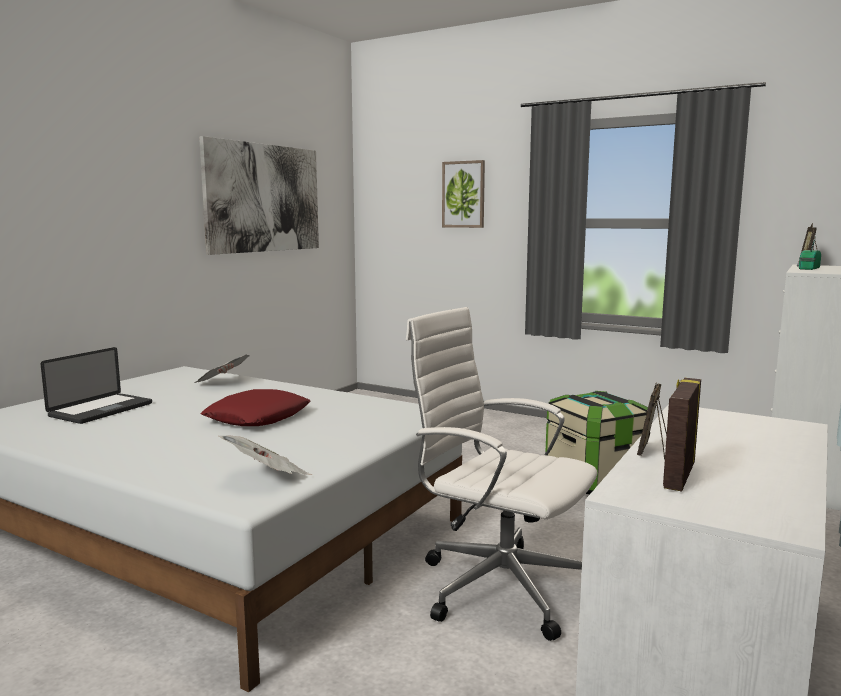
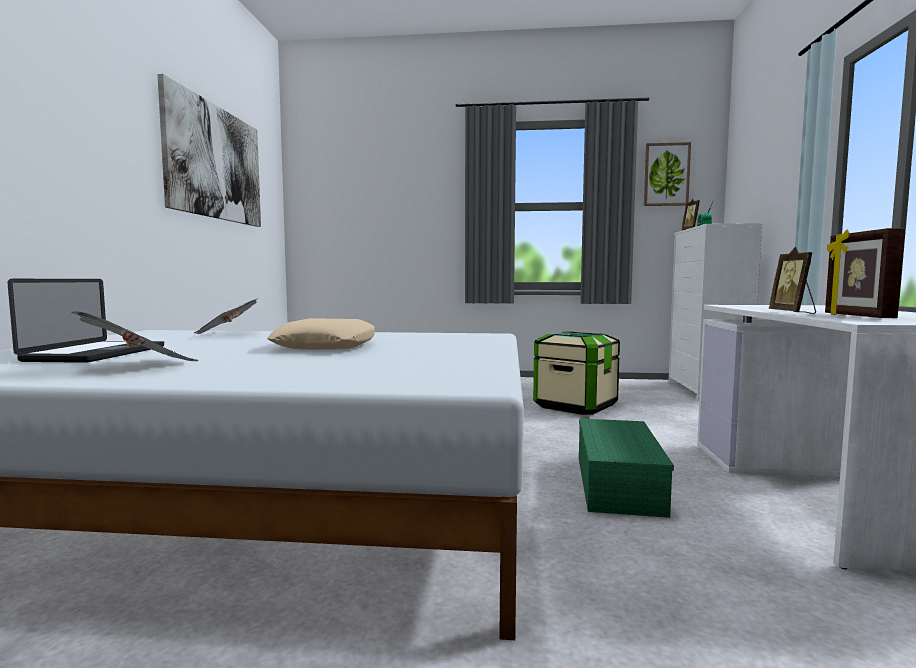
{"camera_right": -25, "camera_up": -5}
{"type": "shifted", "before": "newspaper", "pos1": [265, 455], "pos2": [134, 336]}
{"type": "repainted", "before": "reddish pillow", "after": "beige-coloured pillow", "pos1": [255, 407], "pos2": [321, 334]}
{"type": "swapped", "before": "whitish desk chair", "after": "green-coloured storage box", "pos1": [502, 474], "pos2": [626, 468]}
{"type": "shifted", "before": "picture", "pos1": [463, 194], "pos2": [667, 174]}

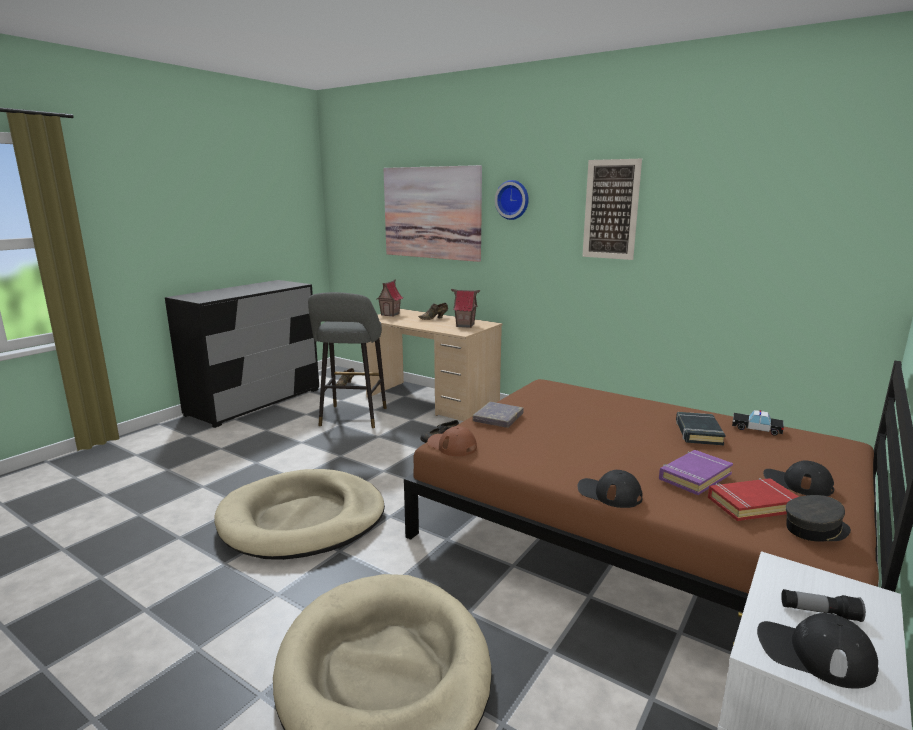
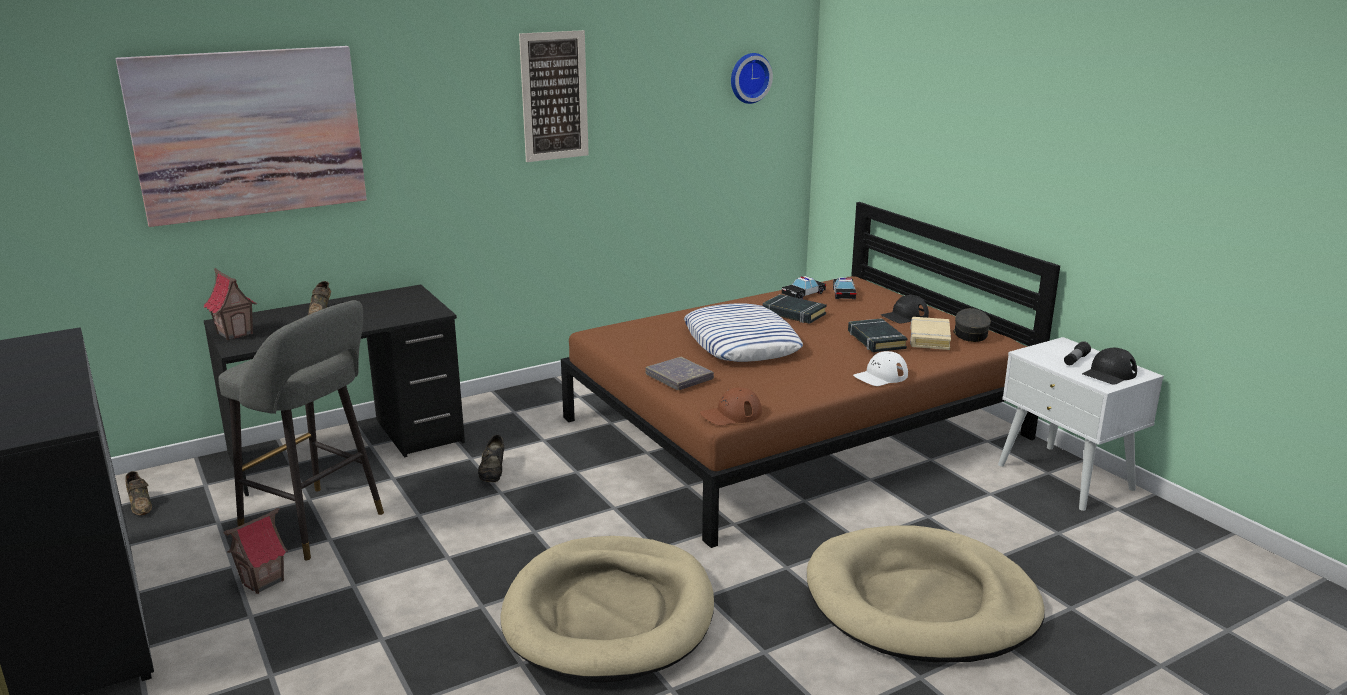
{"camera_right": -65, "camera_up": 5}
{"type": "repainted", "before": "beige-coloured desk table", "after": "blackish desk table", "pos1": [434, 365], "pos2": [334, 390]}
{"type": "shifted", "before": "toy house", "pos1": [465, 308], "pos2": [255, 551]}
{"type": "new", "after": "pillow", "pos2": [743, 332]}
{"type": "shifted", "before": "hanging clock", "pos1": [512, 200], "pos2": [752, 78]}
{"type": "new", "after": "miniature car", "pos2": [844, 288]}
{"type": "repainted", "before": "purple volume", "after": "blackish volume", "pos1": [696, 472], "pos2": [878, 335]}
{"type": "repainted", "before": "blackish peaked cap", "after": "whitish peaked cap", "pos1": [610, 489], "pos2": [880, 368]}
{"type": "repainted", "before": "reddish volume", "after": "beige-coloured volume", "pos1": [753, 499], "pos2": [930, 333]}

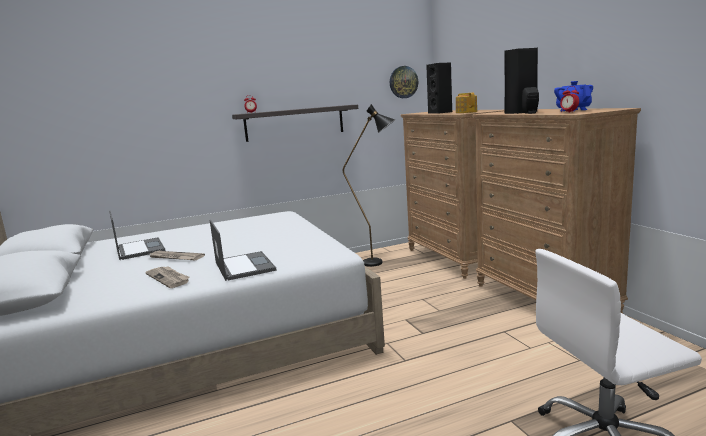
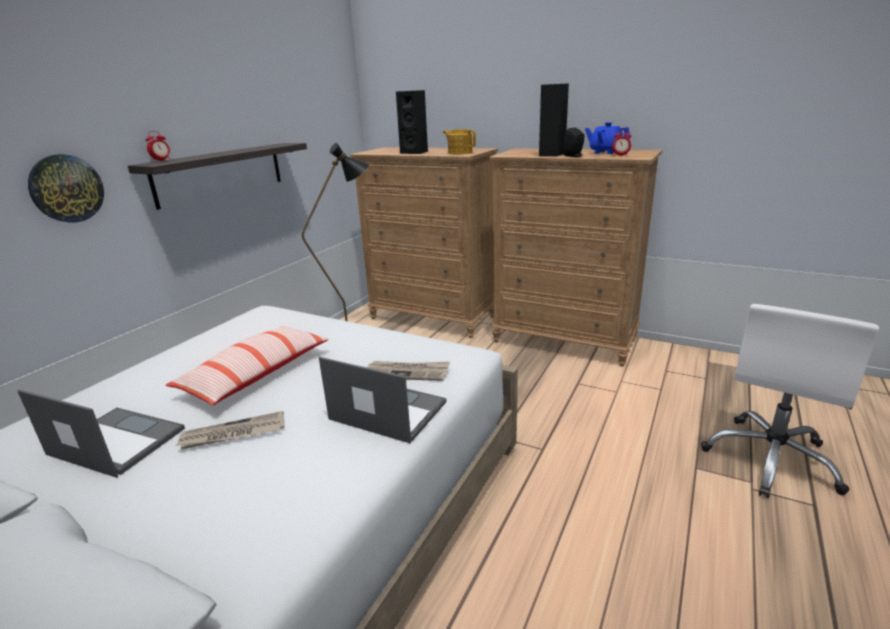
{"camera_right": -40, "camera_up": 10}
{"type": "shifted", "before": "hanging clock", "pos1": [404, 82], "pos2": [66, 188]}
{"type": "new", "after": "pillow", "pos2": [247, 365]}
{"type": "shifted", "before": "newspaper", "pos1": [168, 277], "pos2": [408, 371]}

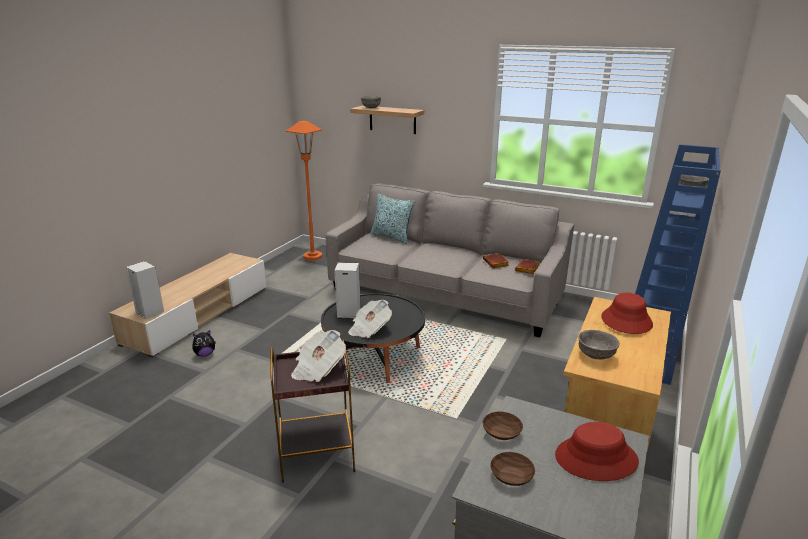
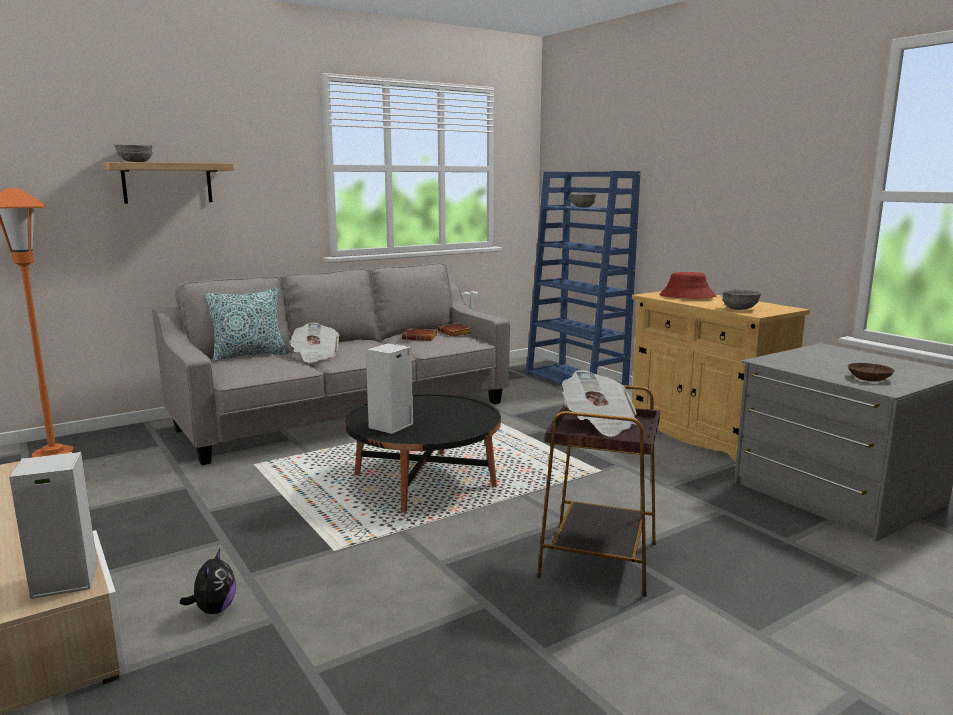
{"camera_right": -60, "camera_up": -10}
{"type": "shifted", "before": "newspaper", "pos1": [370, 319], "pos2": [314, 343]}
{"type": "gone", "before": "brownish serving bowl", "pos1": [503, 426]}
{"type": "gone", "before": "reddish hat", "pos1": [597, 451]}

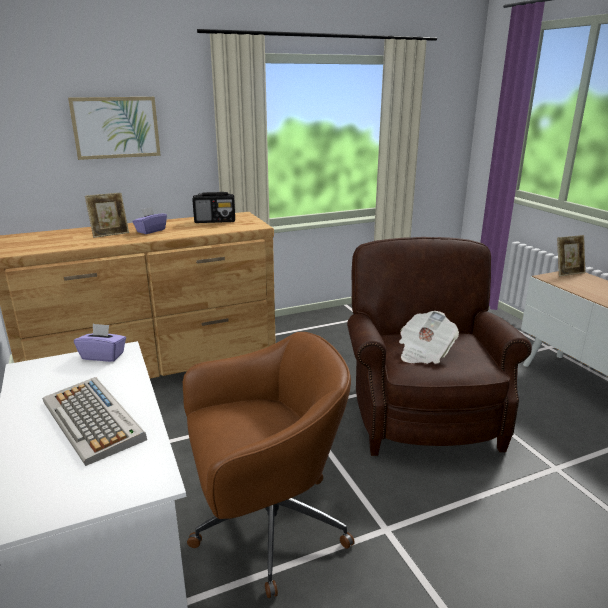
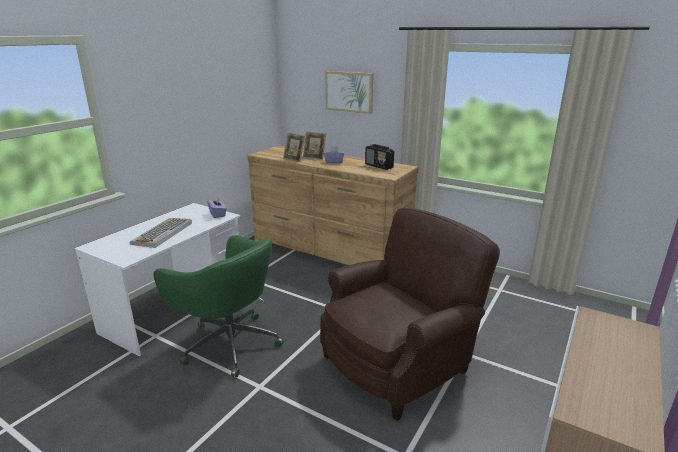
{"camera_right": 55, "camera_up": 0}
{"type": "repainted", "before": "brownish desk chair", "after": "green-coloured desk chair", "pos1": [269, 465], "pos2": [218, 306]}
{"type": "shifted", "before": "photo frame", "pos1": [571, 255], "pos2": [294, 147]}
{"type": "gone", "before": "newspaper", "pos1": [429, 337]}

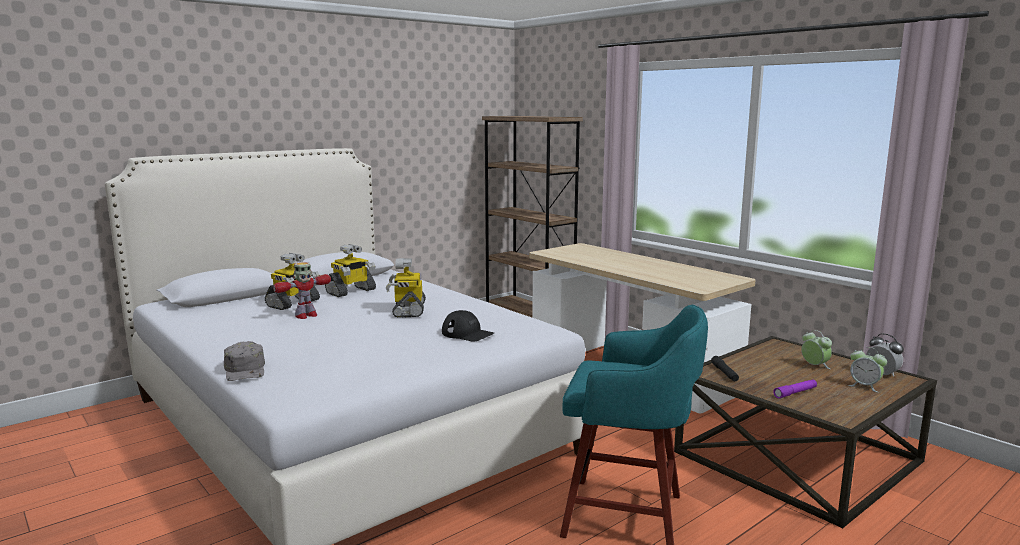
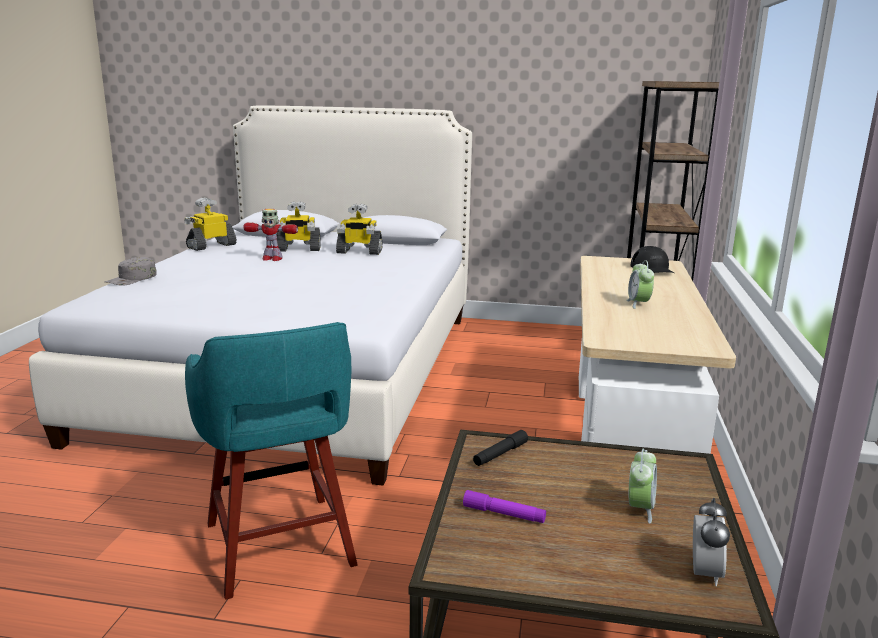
{"camera_right": 50, "camera_up": 5}
{"type": "shifted", "before": "toy robot", "pos1": [406, 288], "pos2": [210, 224]}
{"type": "shifted", "before": "table clock", "pos1": [867, 369], "pos2": [640, 284]}
{"type": "shifted", "before": "blackish peaked cap", "pos1": [468, 326], "pos2": [652, 259]}

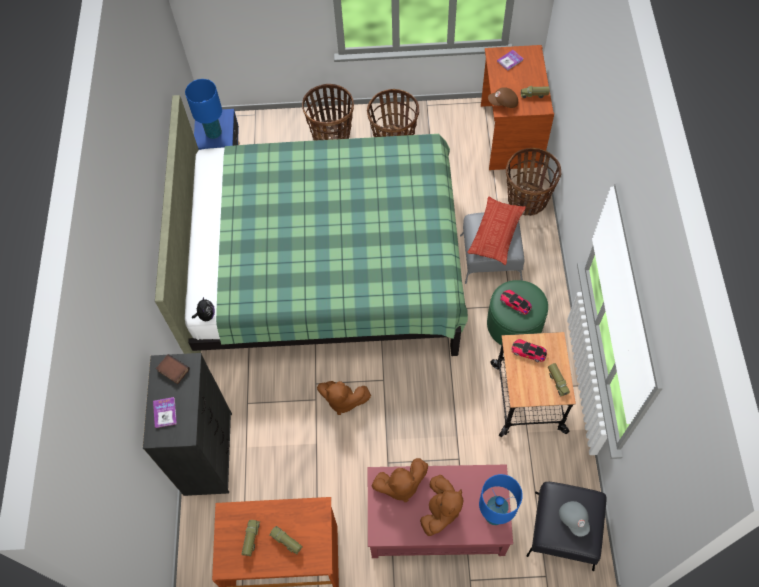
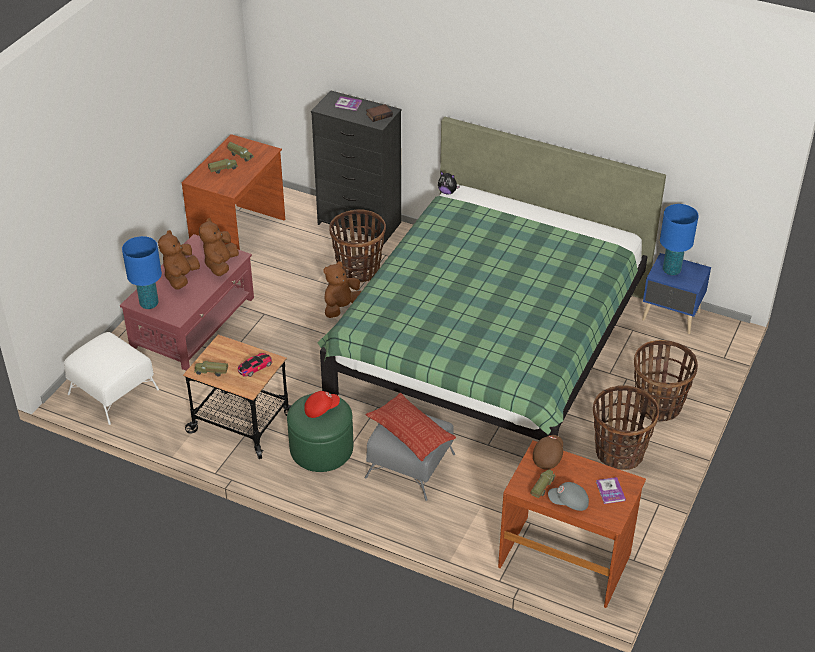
{"camera_right": 115, "camera_up": -20}
{"type": "repainted", "before": "blackish footrest", "after": "whitish footrest", "pos1": [566, 526], "pos2": [111, 378]}
{"type": "rotated", "before": "brownish plush toy", "pos1": [442, 505], "pos2": [179, 259], "turn": 60}
{"type": "swapped", "before": "miniature car", "after": "reddish peaked cap", "pos1": [516, 302], "pos2": [322, 404]}
{"type": "shifted", "before": "storage basket", "pos1": [533, 182], "pos2": [357, 245]}
{"type": "shifted", "before": "grey peaked cap", "pos1": [574, 518], "pos2": [568, 496]}

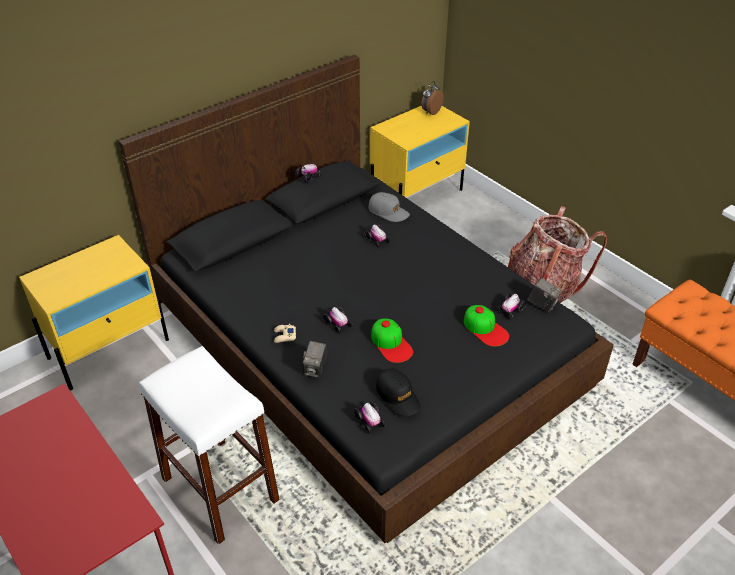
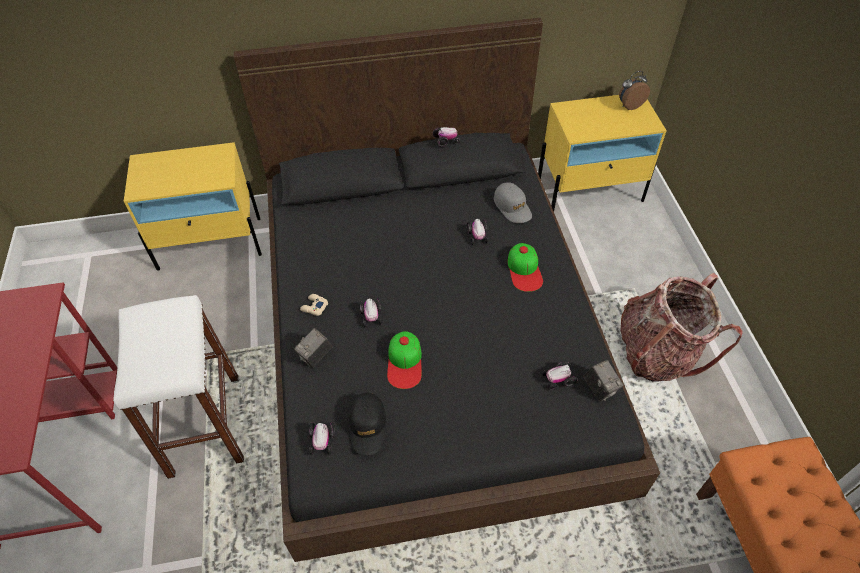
{"camera_right": 30, "camera_up": 10}
{"type": "shifted", "before": "peaked cap", "pos1": [486, 326], "pos2": [525, 267]}

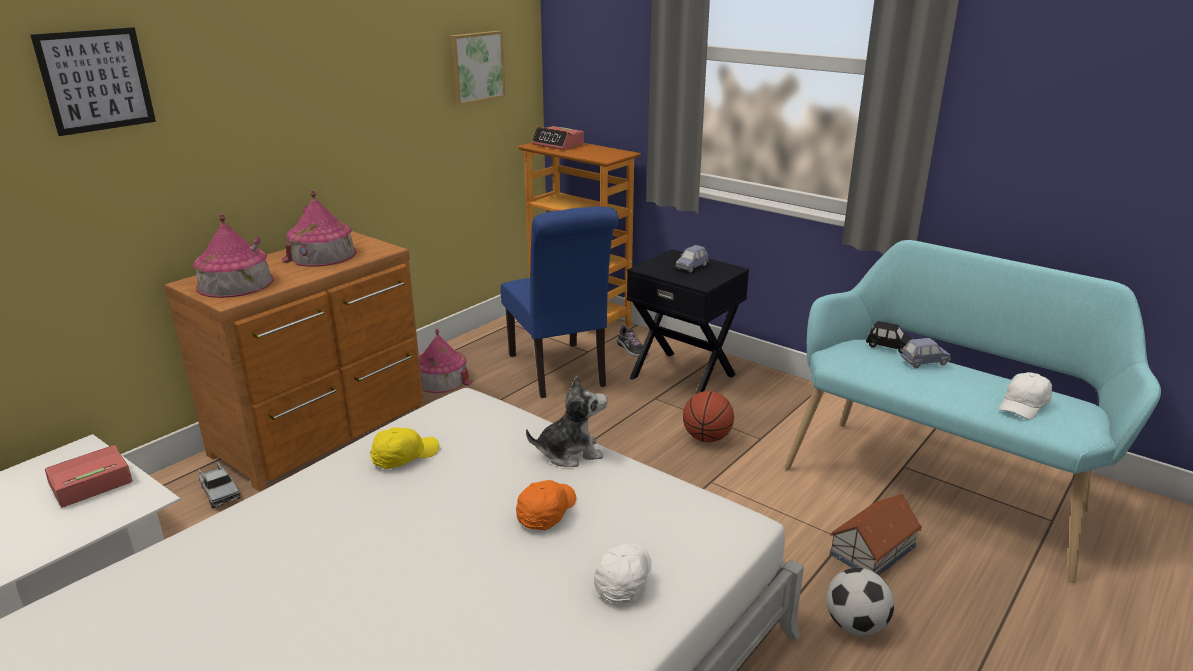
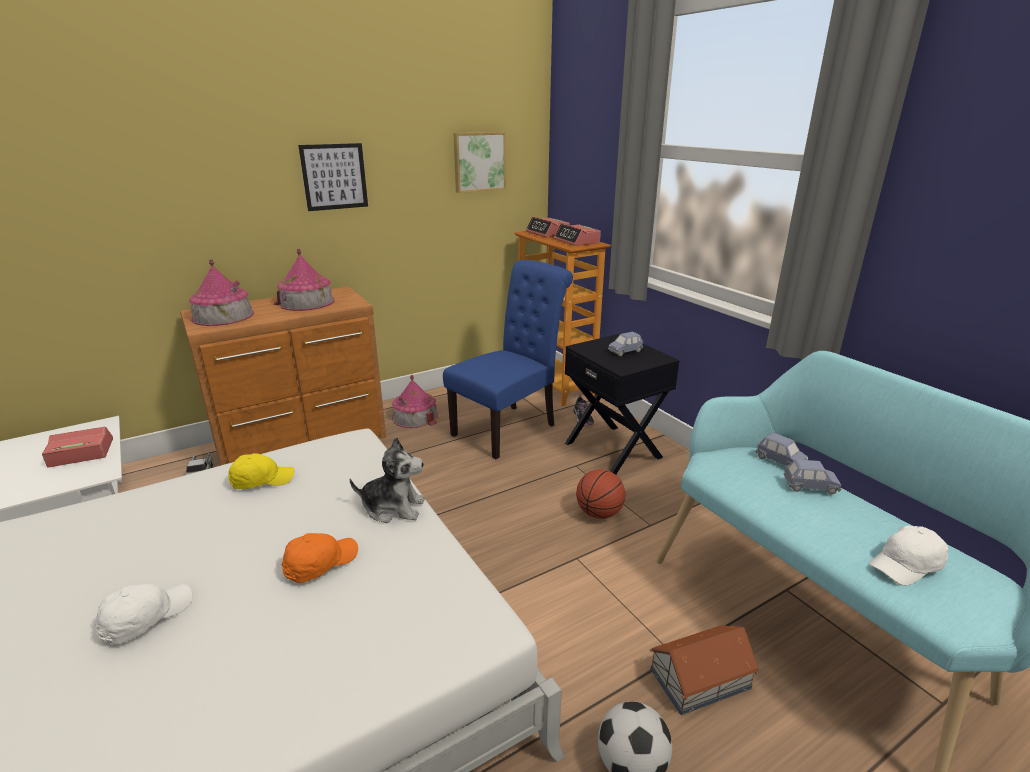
{"camera_right": 20, "camera_up": 0}
{"type": "shifted", "before": "whitish peaked cap", "pos1": [622, 573], "pos2": [143, 614]}
{"type": "shifted", "before": "picture", "pos1": [93, 81], "pos2": [333, 177]}
{"type": "rotated", "before": "bluish chair", "pos1": [559, 302], "pos2": [508, 359], "turn": -135}
{"type": "new", "after": "table clock", "pos2": [577, 234]}
{"type": "repainted", "before": "blackish miniature car", "after": "bluish miniature car", "pos1": [889, 337], "pos2": [781, 449]}

